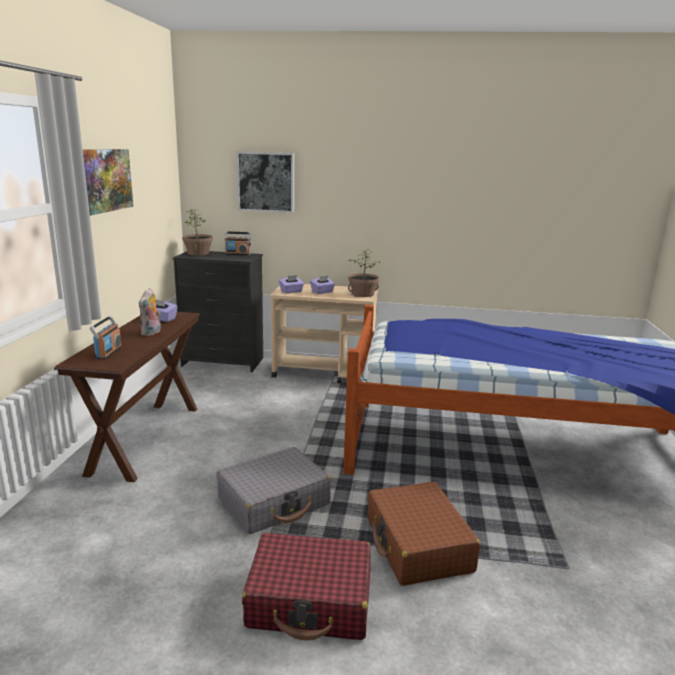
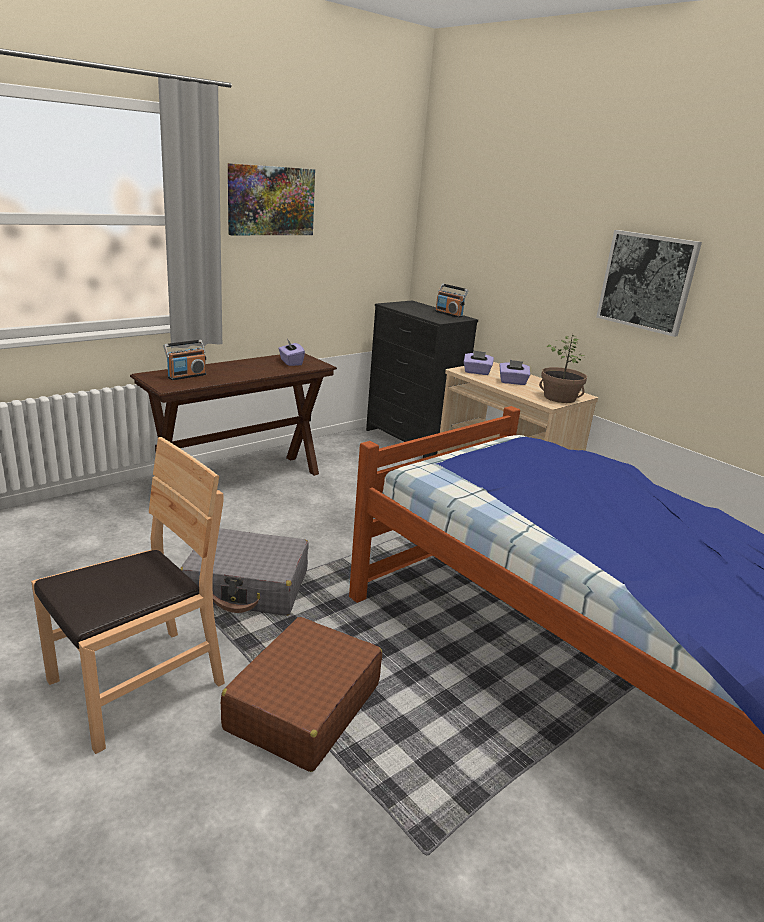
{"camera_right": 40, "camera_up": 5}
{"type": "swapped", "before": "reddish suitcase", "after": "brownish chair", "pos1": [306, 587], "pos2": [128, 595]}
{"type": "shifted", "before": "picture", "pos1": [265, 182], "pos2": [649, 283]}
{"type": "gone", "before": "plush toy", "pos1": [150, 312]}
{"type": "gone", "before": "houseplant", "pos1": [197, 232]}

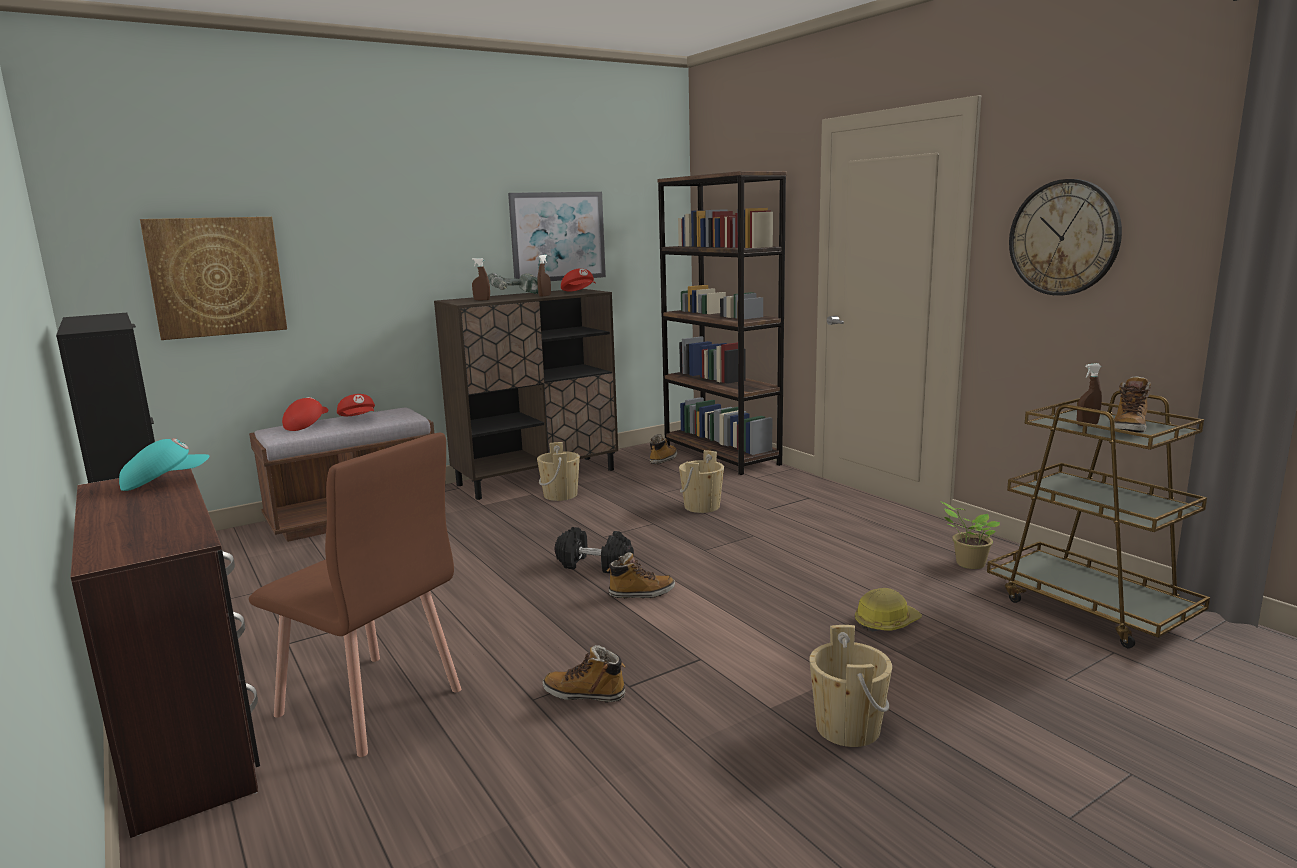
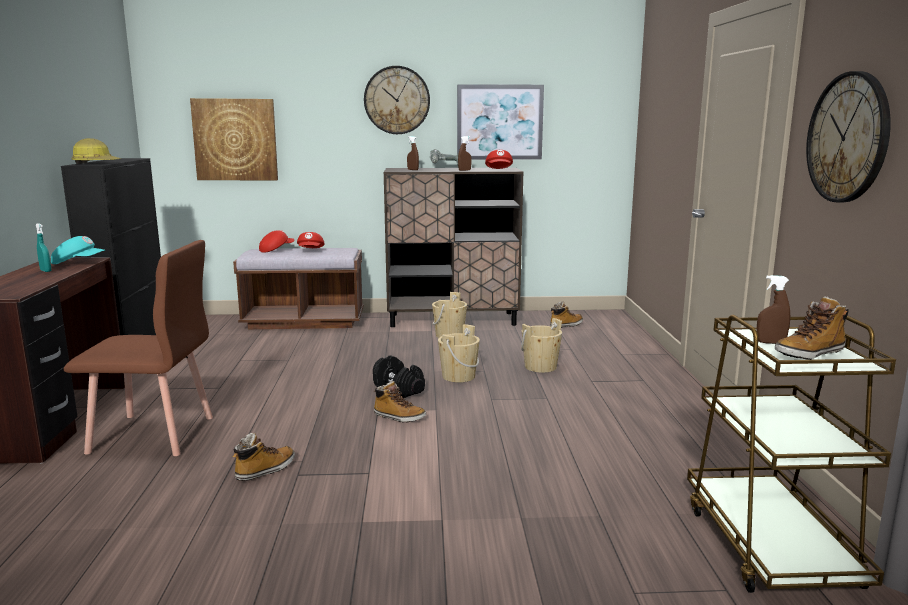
{"camera_right": 30, "camera_up": 0}
{"type": "new", "after": "turquoise hand sprayer", "pos2": [43, 247]}
{"type": "rotated", "before": "brownish chair", "pos1": [355, 595], "pos2": [138, 348], "turn": -60}
{"type": "shifted", "before": "work helmet", "pos1": [888, 610], "pos2": [96, 151]}
{"type": "rotated", "before": "tall boot", "pos1": [584, 674], "pos2": [264, 457], "turn": 90}
{"type": "new", "after": "hanging clock", "pos2": [397, 100]}
{"type": "shifted", "before": "beige-coloured bucket", "pos1": [850, 686], "pos2": [459, 353]}
{"type": "gone", "before": "brownish bookcase", "pos1": [722, 323]}
{"type": "gone", "before": "houseplant", "pos1": [970, 535]}

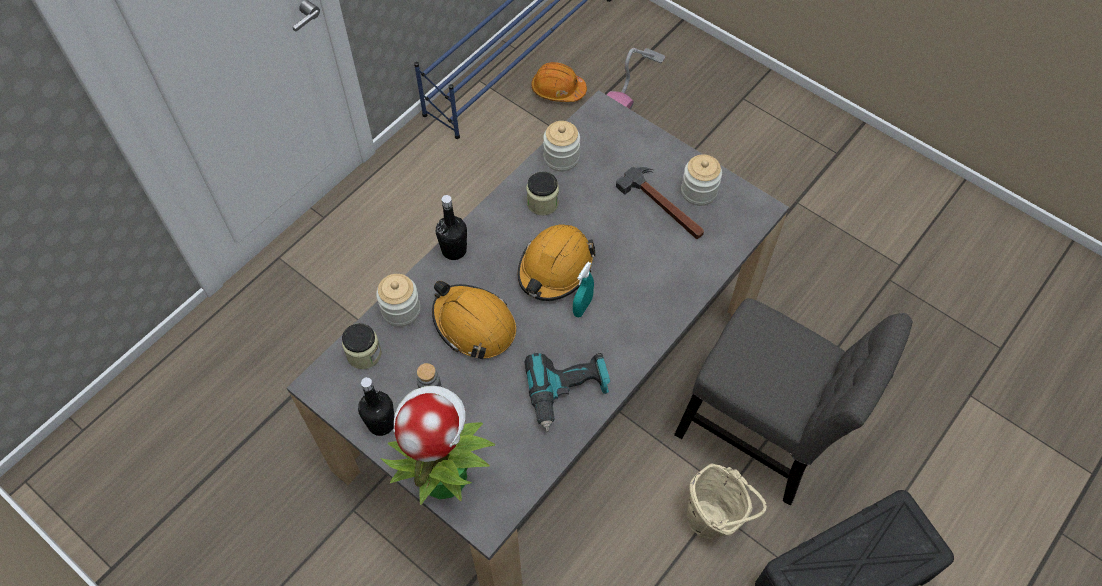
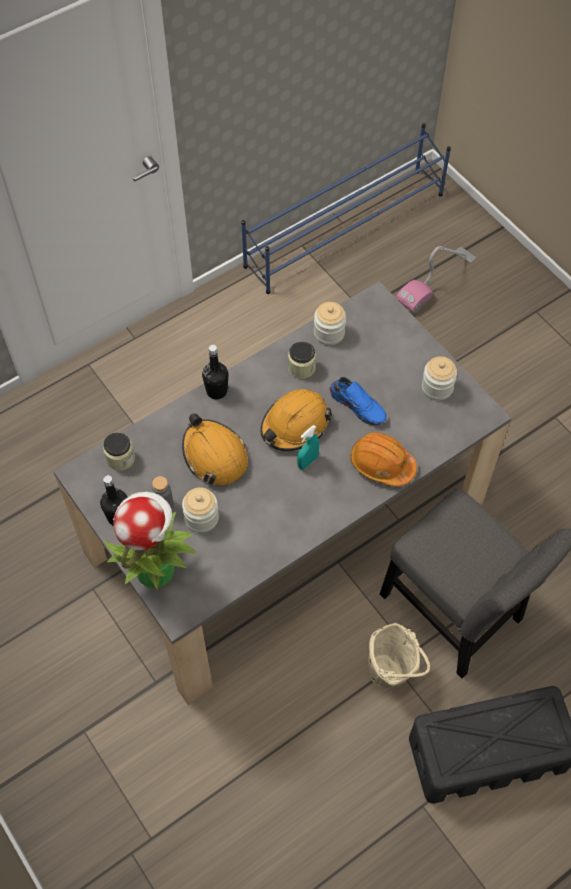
{"camera_right": 15, "camera_up": 0}
{"type": "shifted", "before": "preserve jar", "pos1": [398, 300], "pos2": [200, 510]}
{"type": "new", "after": "bluish low shoe", "pos2": [358, 401]}
{"type": "shifted", "before": "orangey work helmet", "pos1": [559, 82], "pos2": [383, 459]}
{"type": "gone", "before": "drill", "pos1": [567, 392]}
{"type": "gone", "before": "tool hammer", "pos1": [660, 203]}

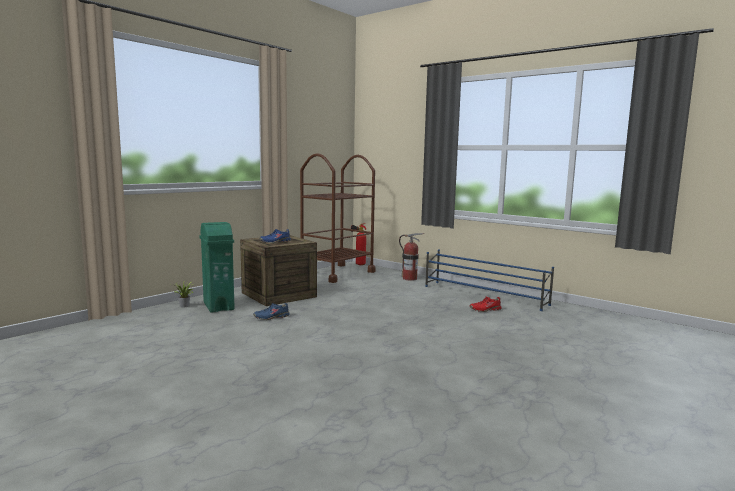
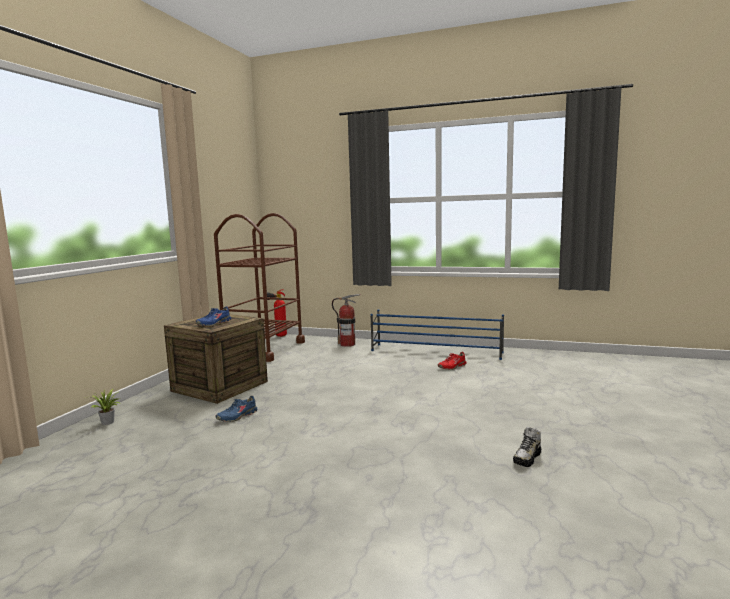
{"camera_right": -20, "camera_up": 0}
{"type": "new", "after": "low shoe", "pos2": [527, 447]}
{"type": "gone", "before": "green-coloured waste bin", "pos1": [217, 267]}

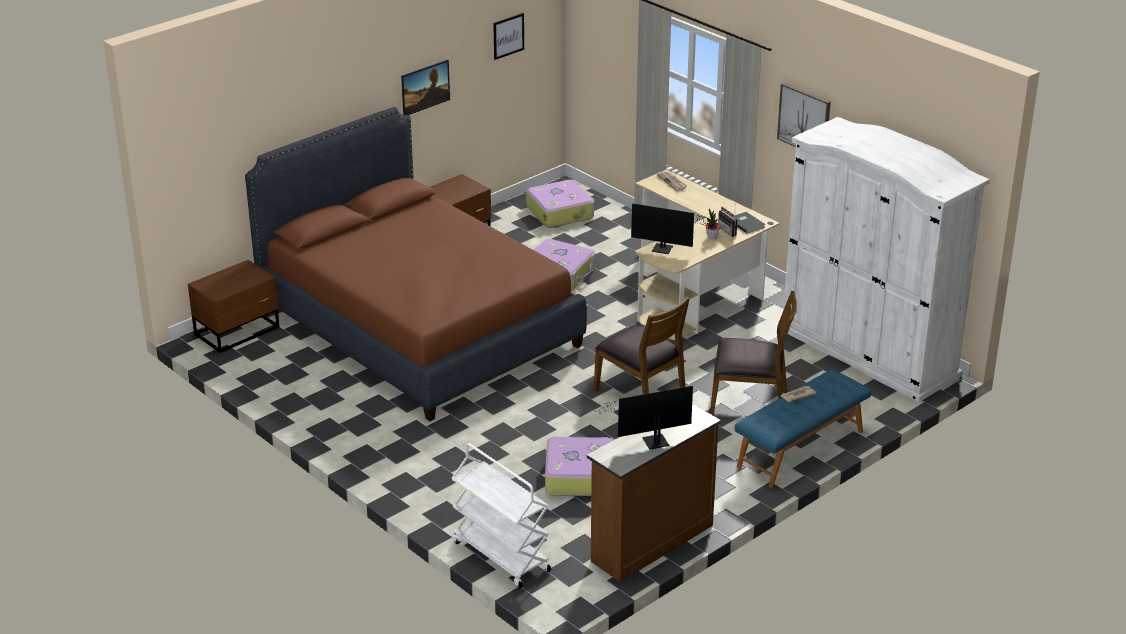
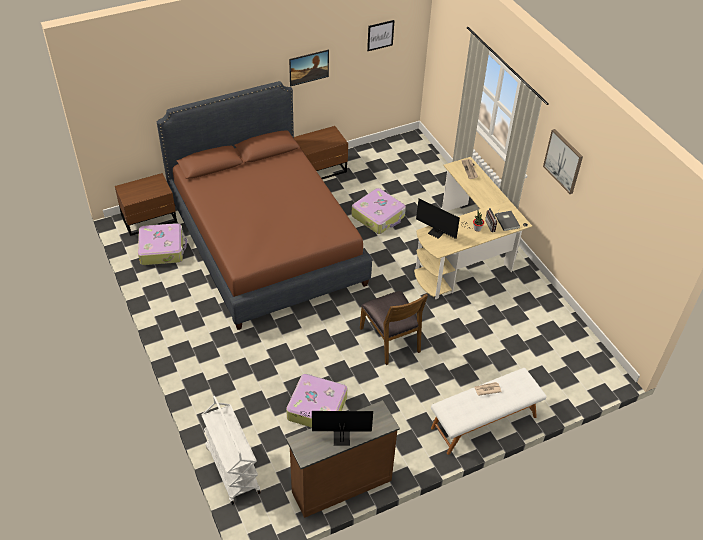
{"camera_right": 15, "camera_up": 15}
{"type": "shifted", "before": "suitcase", "pos1": [560, 204], "pos2": [162, 244]}
{"type": "repainted", "before": "bluish indoor bench", "after": "whitish indoor bench", "pos1": [803, 428], "pos2": [489, 411]}
{"type": "gone", "before": "brownish chair", "pos1": [753, 353]}
{"type": "gone", "before": "whitish armoire", "pos1": [886, 259]}

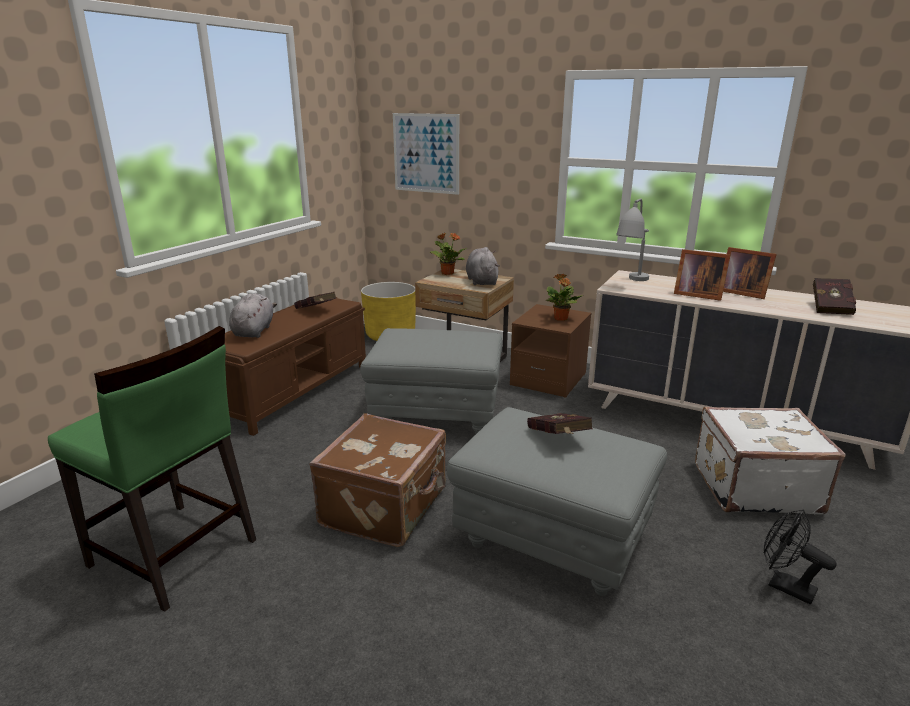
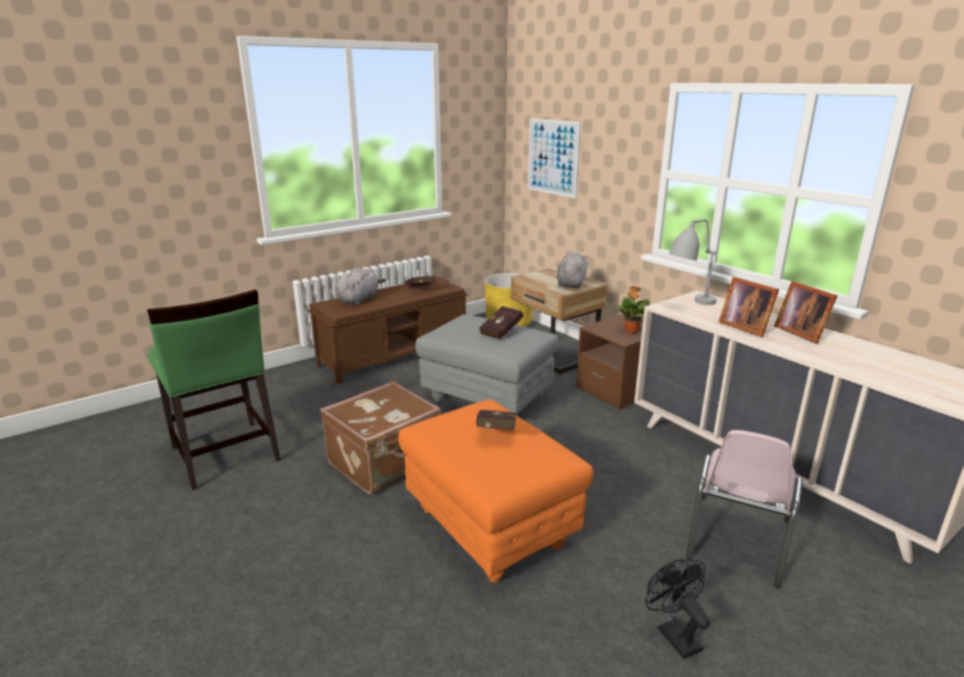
{"camera_right": 25, "camera_up": 0}
{"type": "repainted", "before": "grey footrest", "after": "orangey footrest", "pos1": [557, 501], "pos2": [495, 491]}
{"type": "shifted", "before": "reddish volume", "pos1": [834, 296], "pos2": [501, 322]}
{"type": "swapped", "before": "whitish suitcase", "after": "pinkish chair", "pos1": [770, 460], "pos2": [744, 509]}
{"type": "gone", "before": "houseplant", "pos1": [447, 254]}

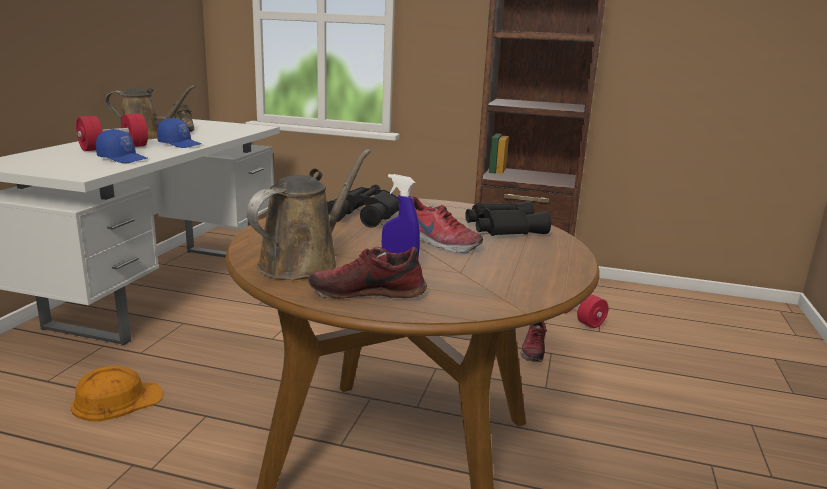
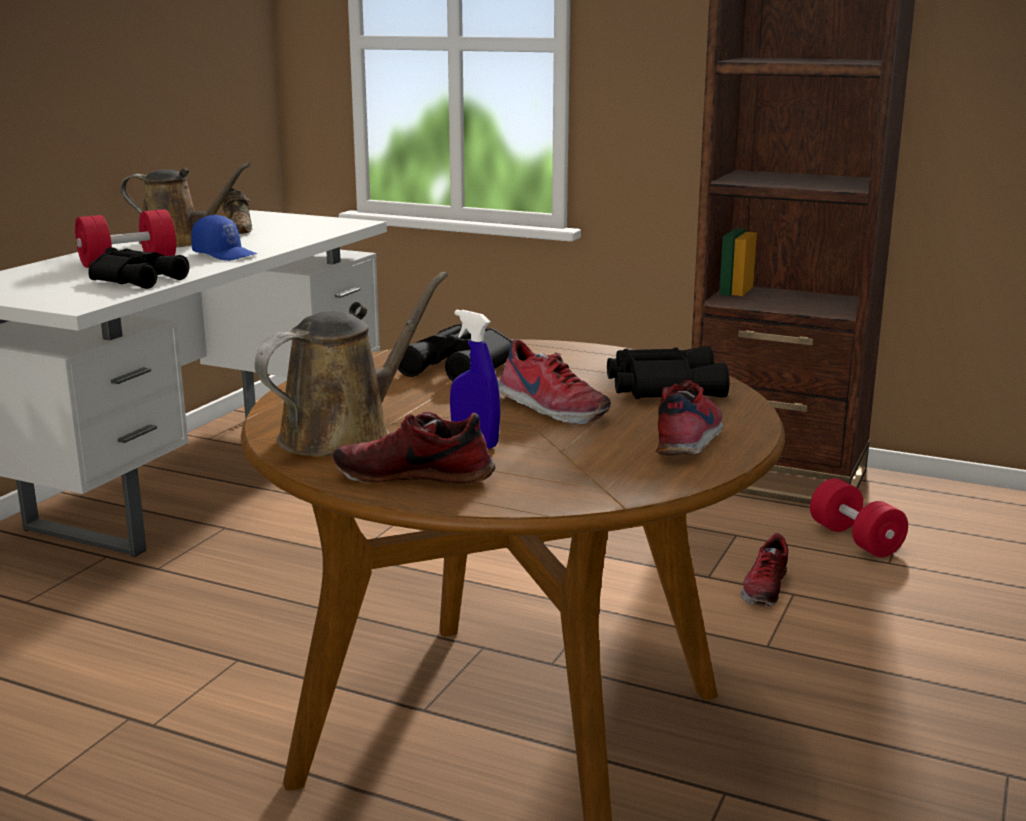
{"camera_right": 10, "camera_up": 0}
{"type": "swapped", "before": "bluish peaked cap", "after": "blackish binoculars", "pos1": [122, 146], "pos2": [138, 268]}
{"type": "new", "after": "low shoe", "pos2": [690, 417]}
{"type": "gone", "before": "orangey work helmet", "pos1": [117, 394]}

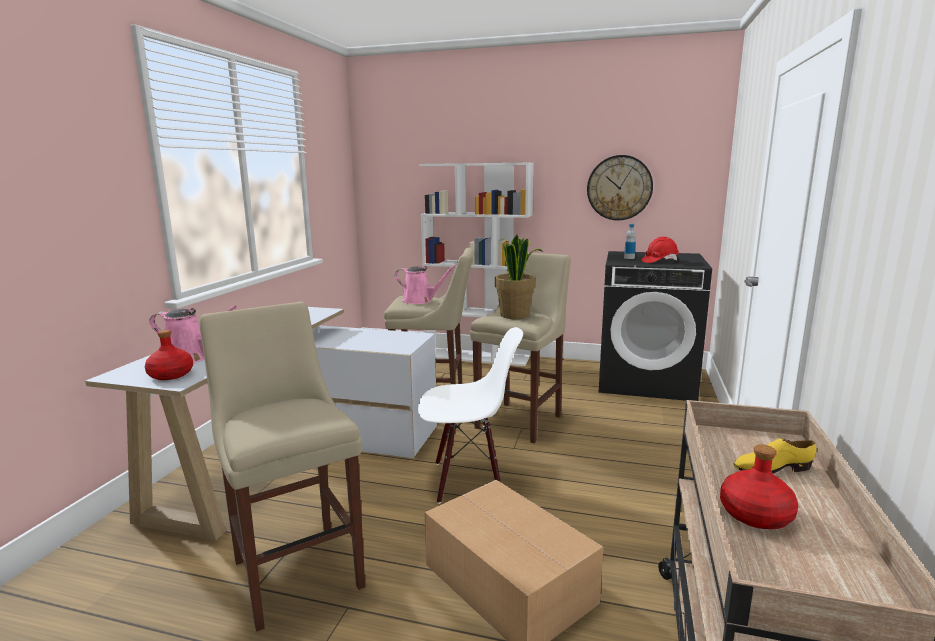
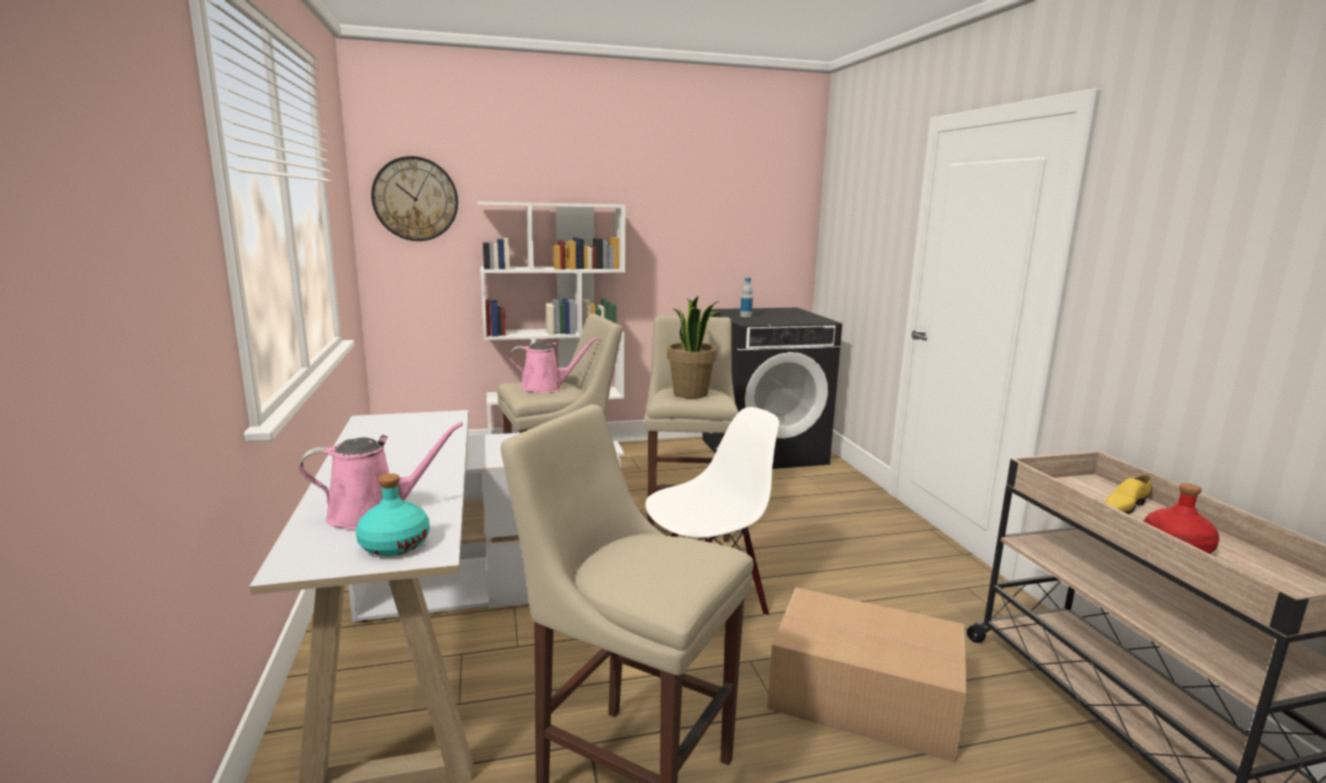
{"camera_right": -30, "camera_up": 0}
{"type": "repainted", "before": "reddish drink bottle", "after": "turquoise drink bottle", "pos1": [169, 355], "pos2": [393, 514]}
{"type": "shifted", "before": "hanging clock", "pos1": [620, 188], "pos2": [414, 198]}
{"type": "gone", "before": "reddish work helmet", "pos1": [660, 250]}

